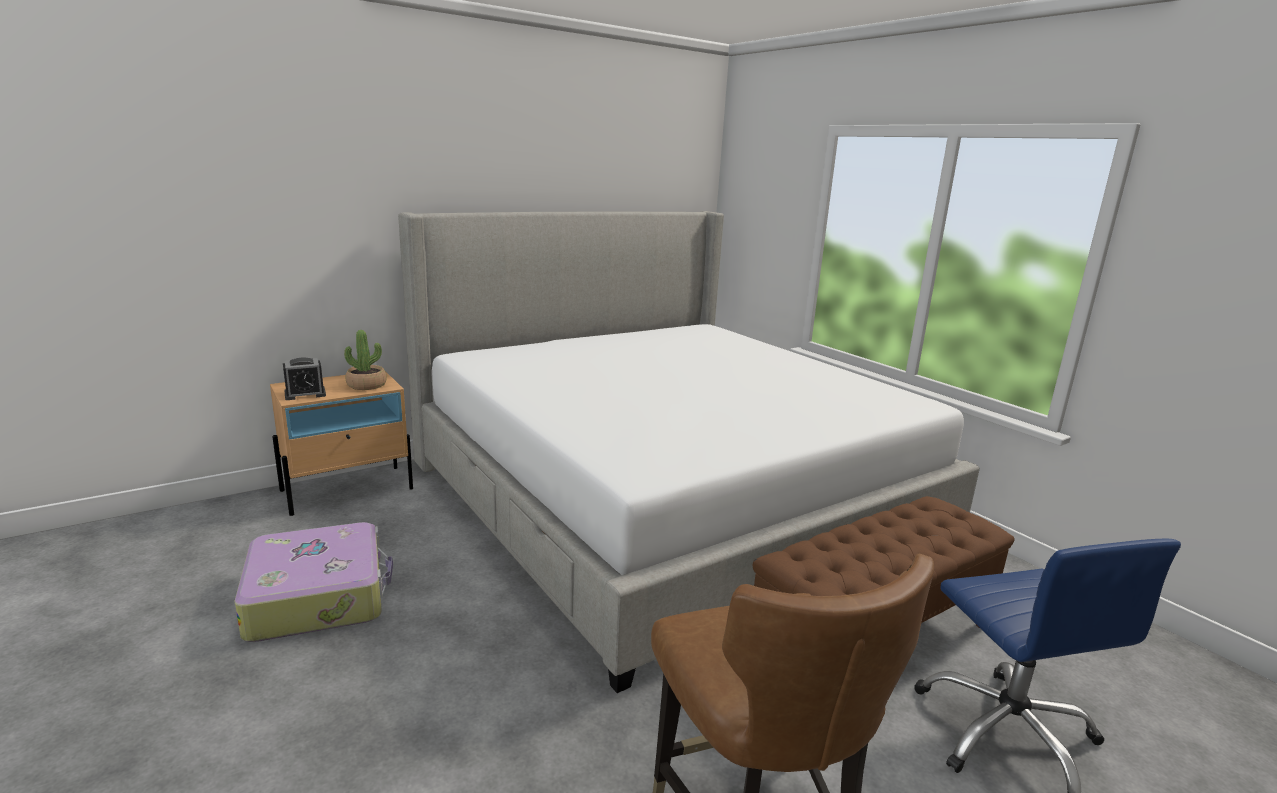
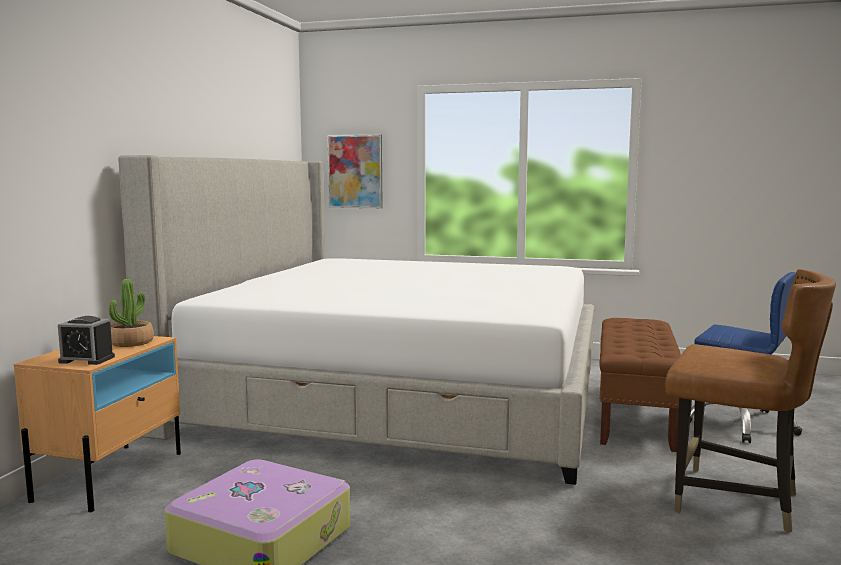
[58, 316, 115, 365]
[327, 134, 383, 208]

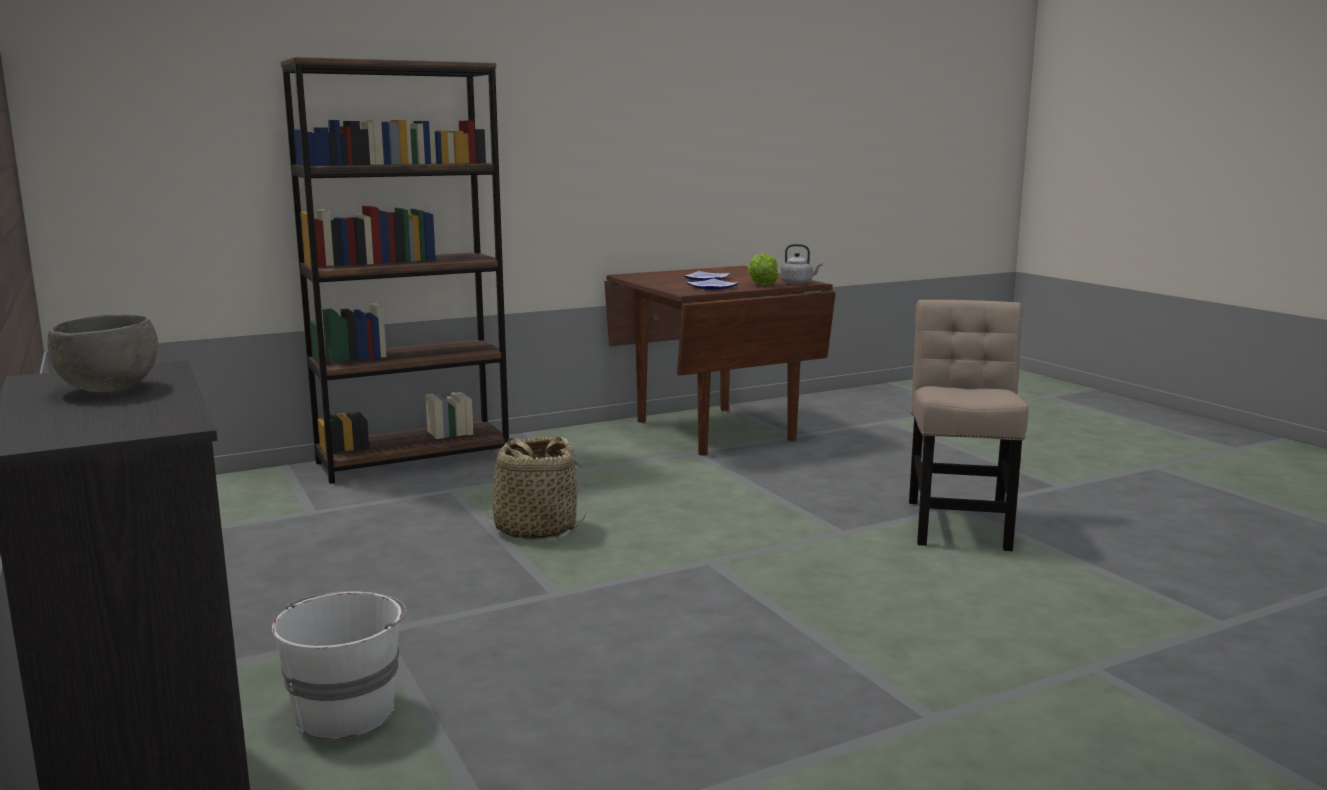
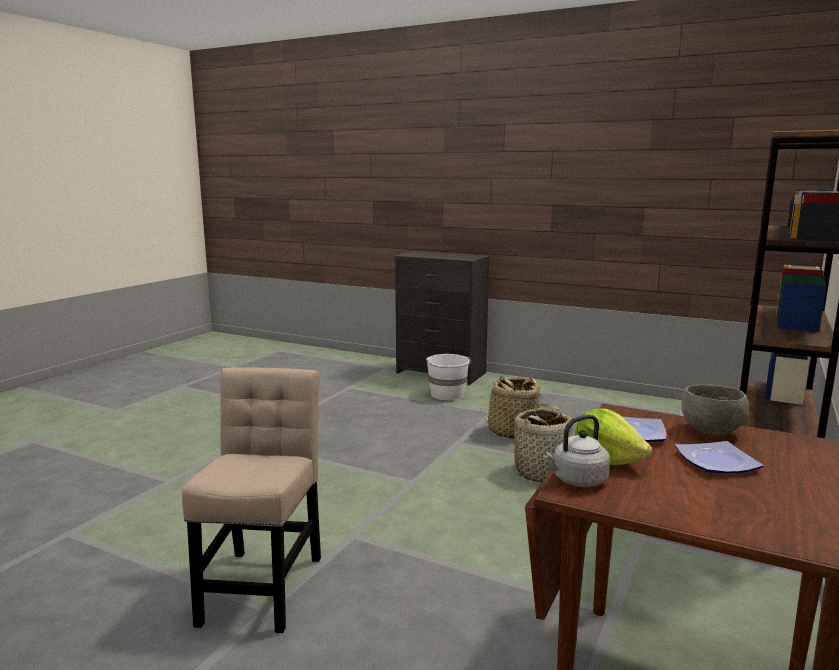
[182, 367, 321, 633]
[681, 384, 749, 435]
[480, 376, 542, 439]

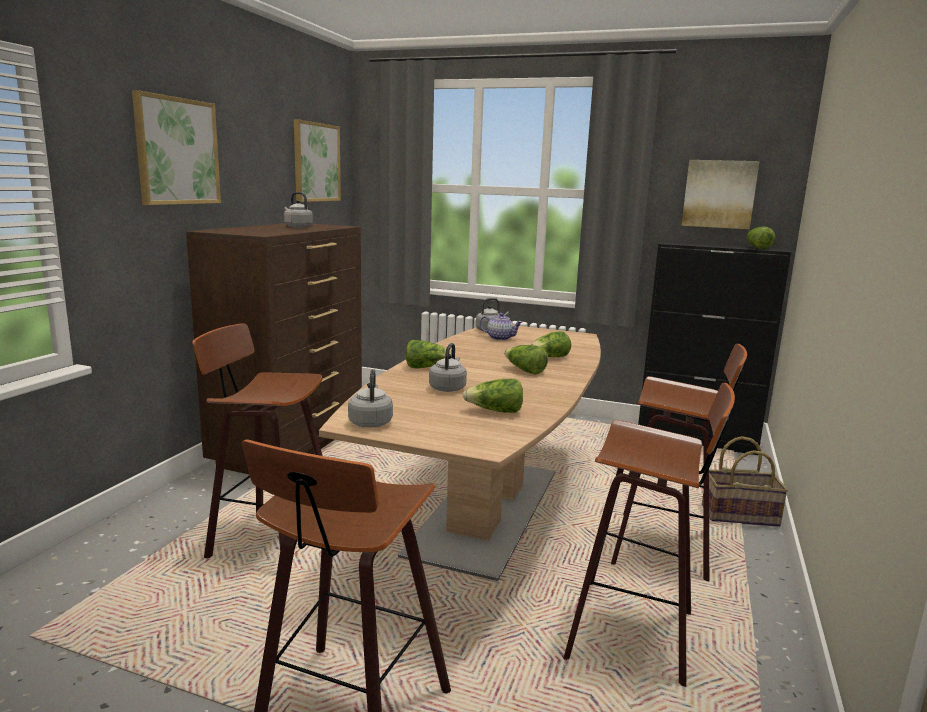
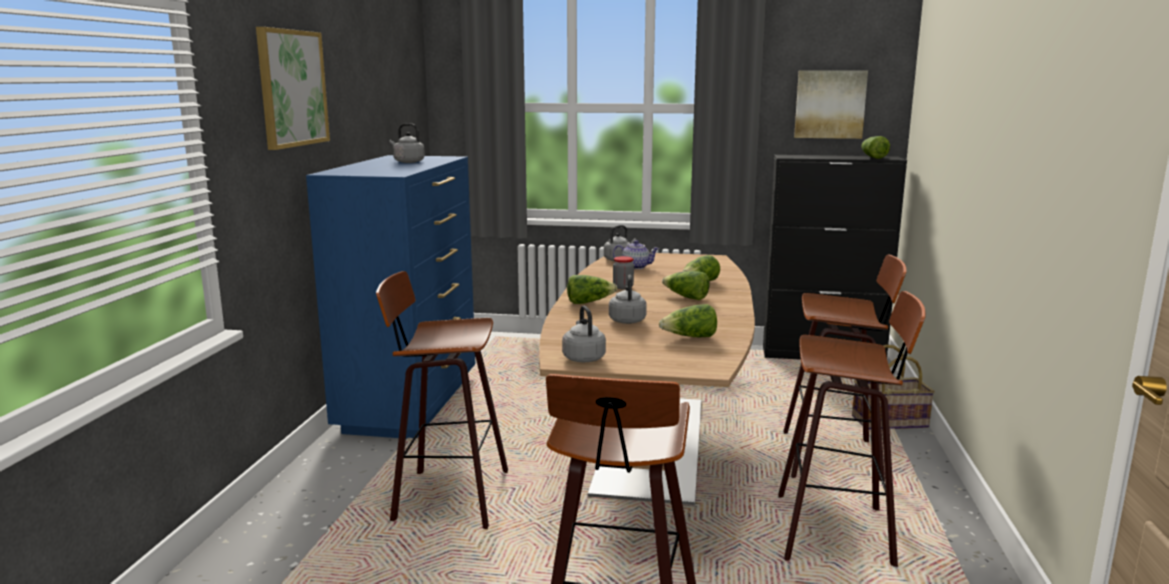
[294, 120, 341, 202] (first image)
[306, 155, 475, 439]
[613, 256, 634, 289]

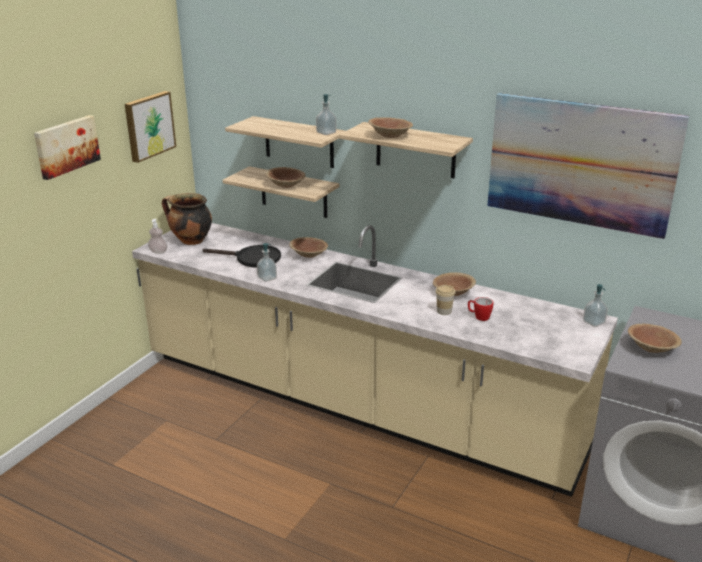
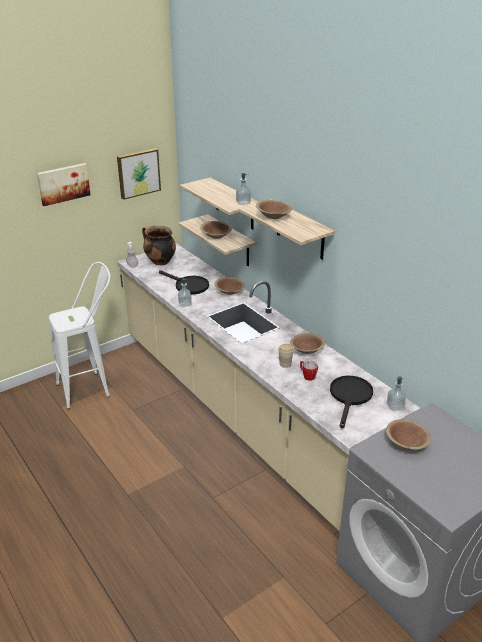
[487, 93, 689, 239] (first image)
[49, 262, 110, 410]
[330, 375, 373, 428]

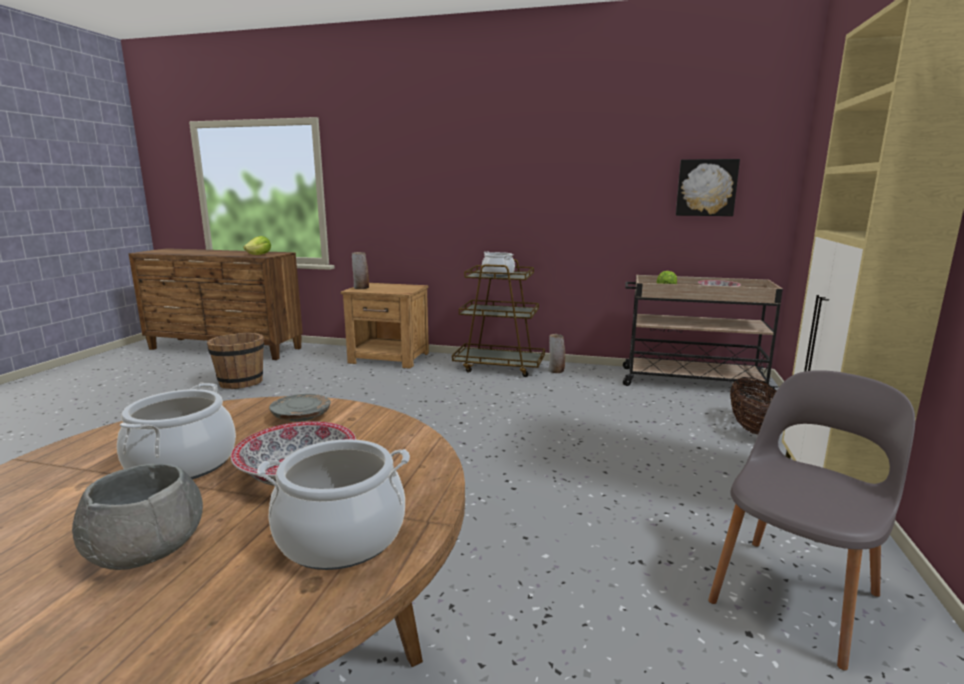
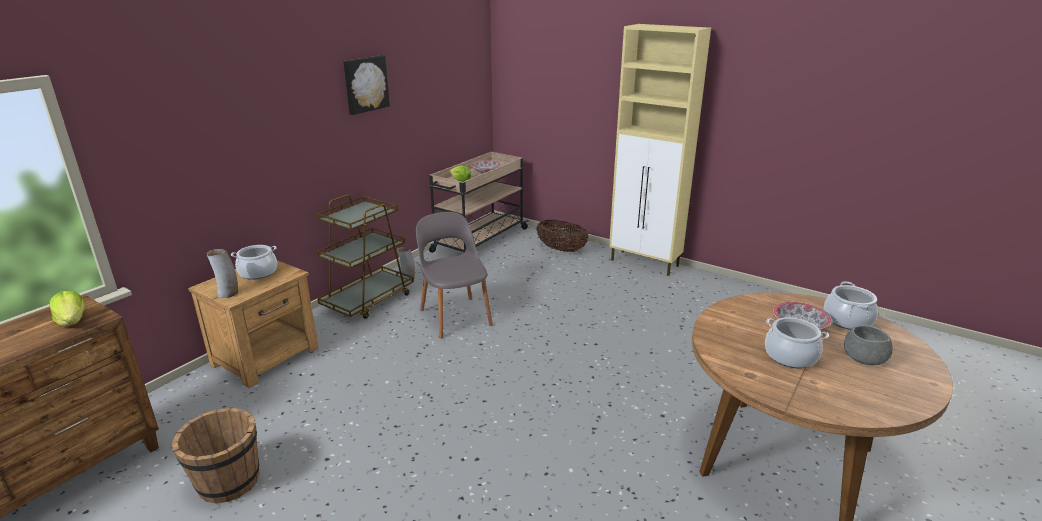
[343, 55, 390, 115]
[231, 245, 277, 280]
[416, 212, 493, 338]
[269, 394, 331, 422] (first image)

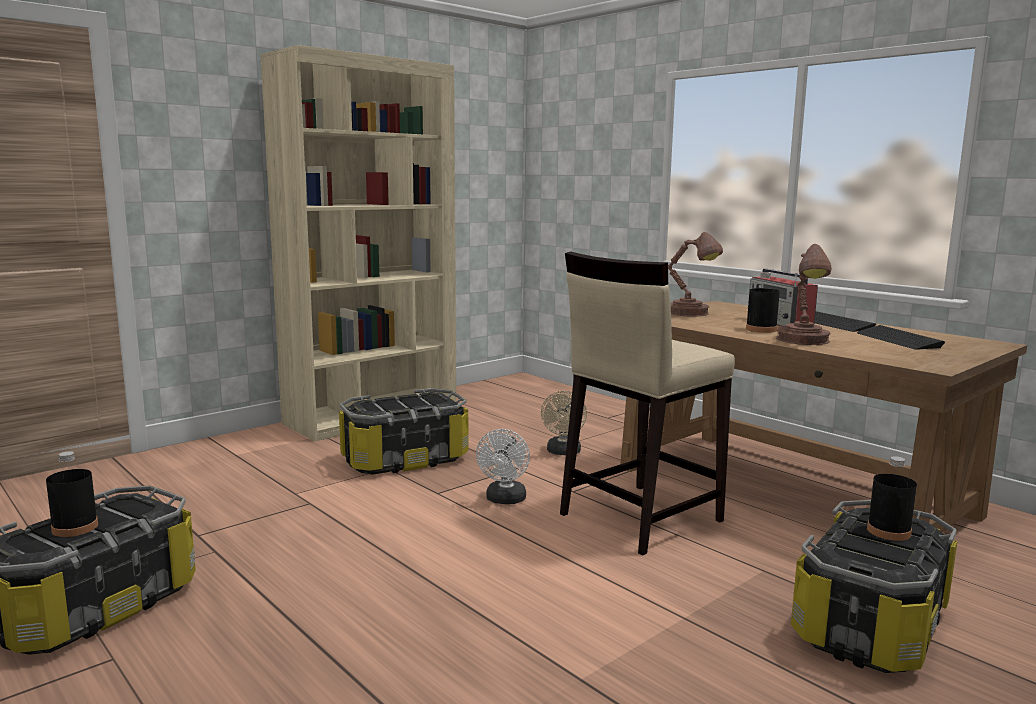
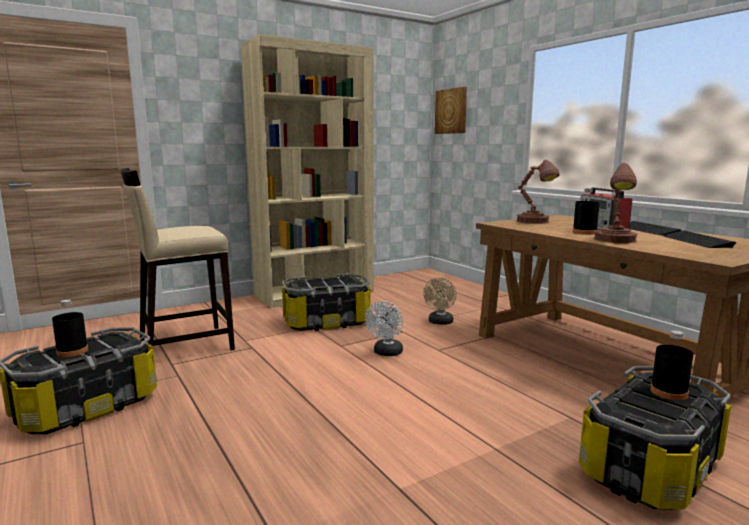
[121, 168, 235, 351]
[435, 87, 467, 134]

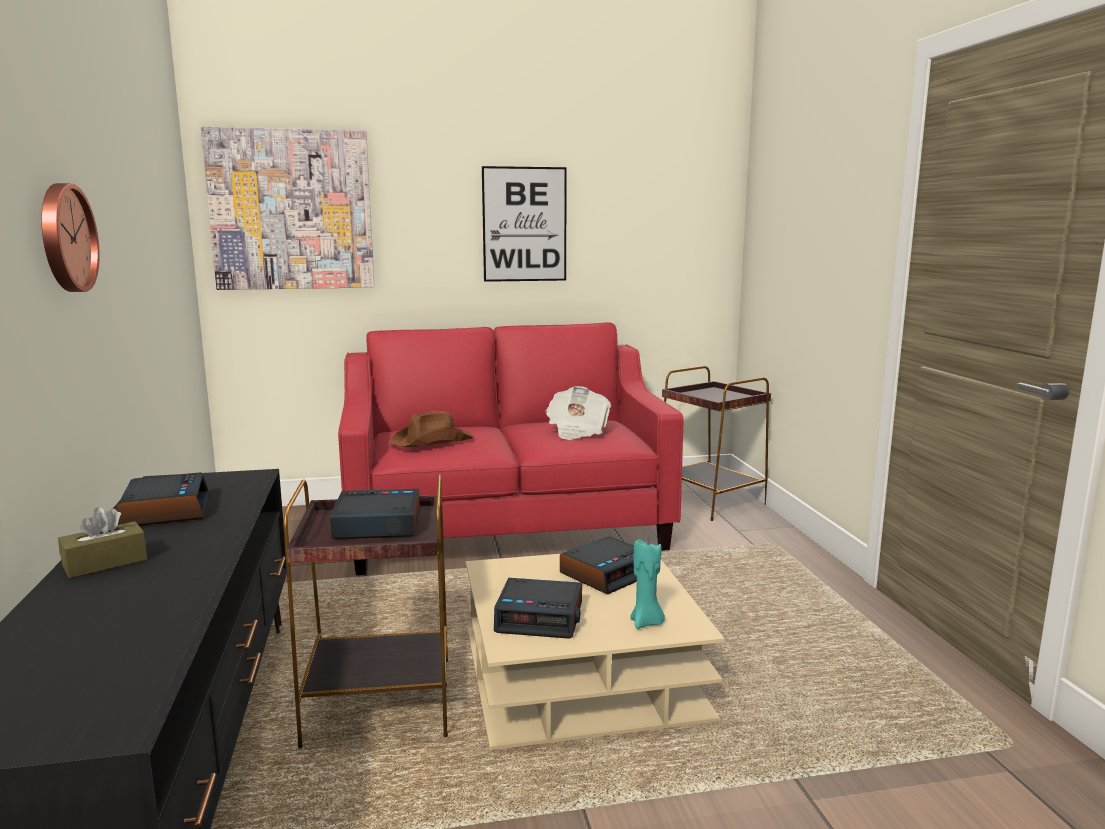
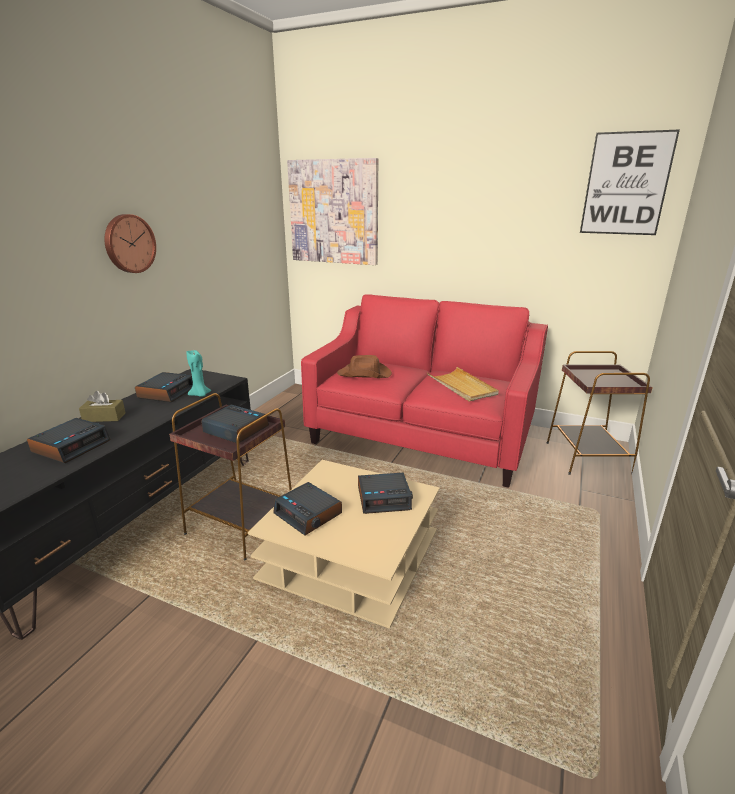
[580, 129, 680, 235]
[427, 367, 499, 402]
[186, 350, 211, 397]
[27, 418, 110, 463]

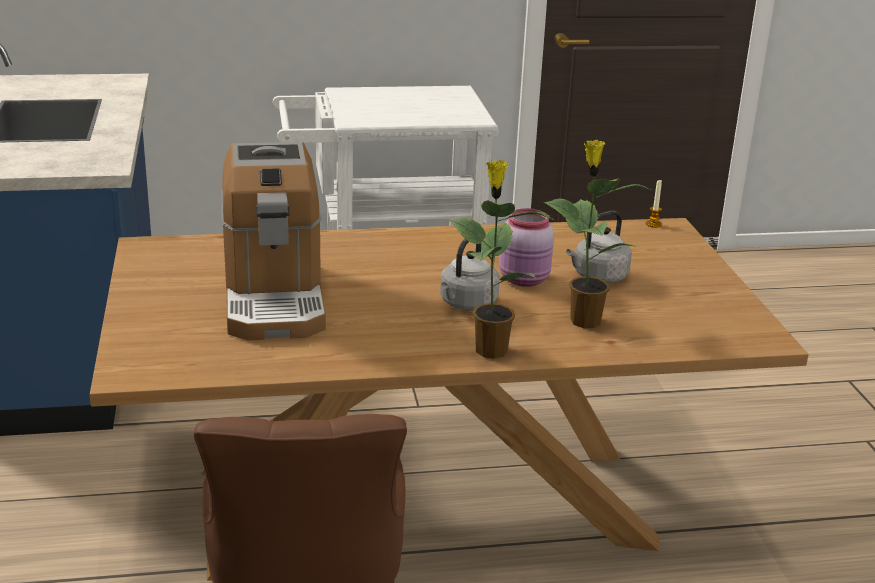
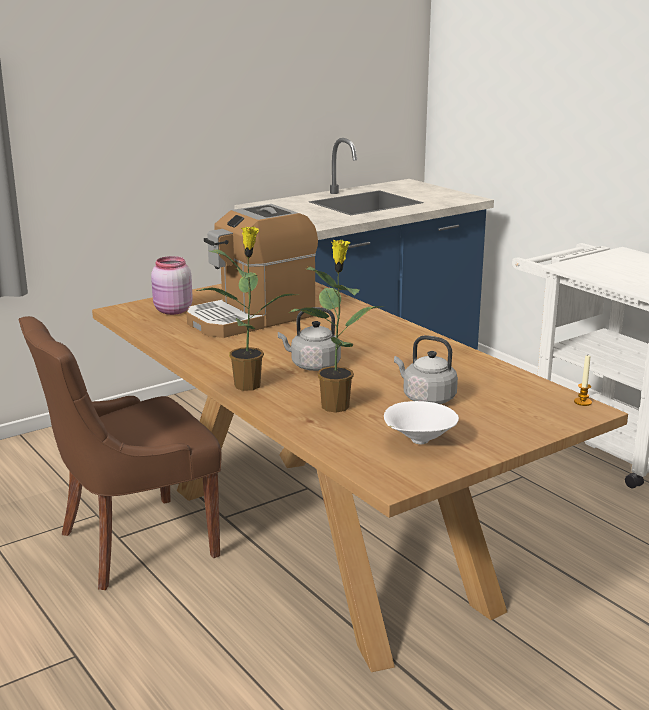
[151, 256, 193, 315]
[384, 401, 459, 444]

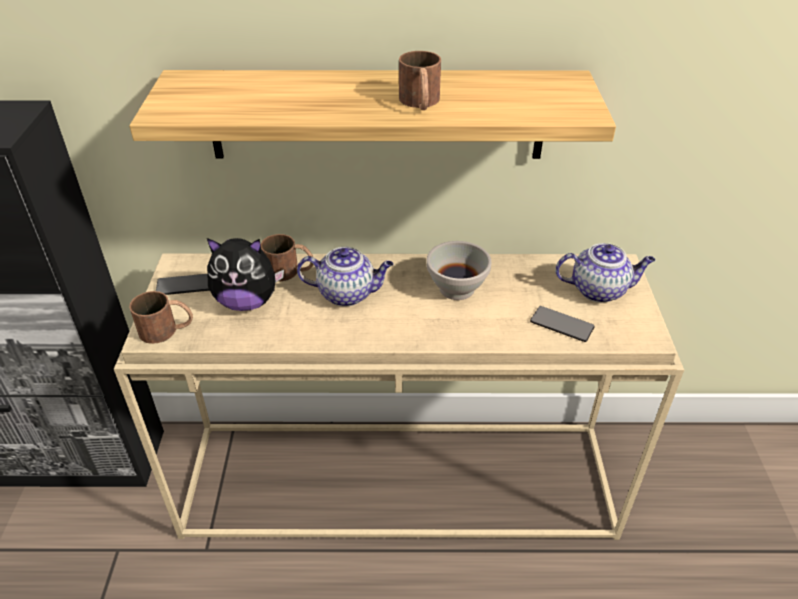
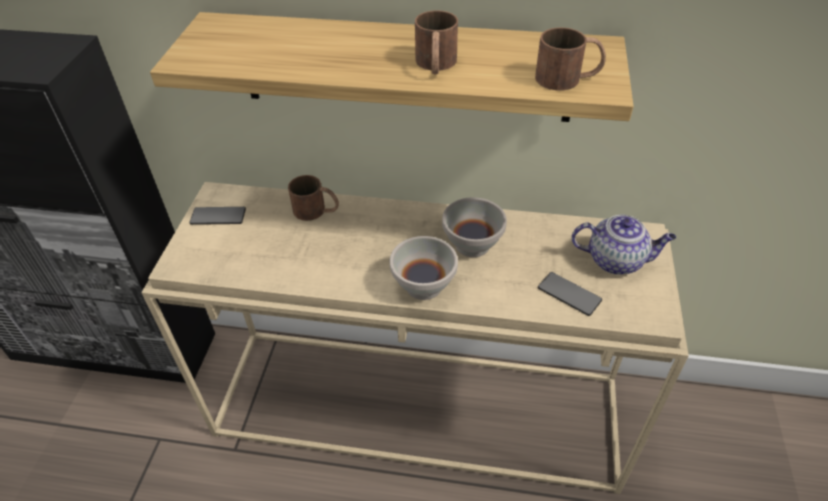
[207, 238, 284, 311] (first image)
[297, 247, 393, 306] (first image)
[535, 27, 606, 90]
[390, 236, 458, 300]

